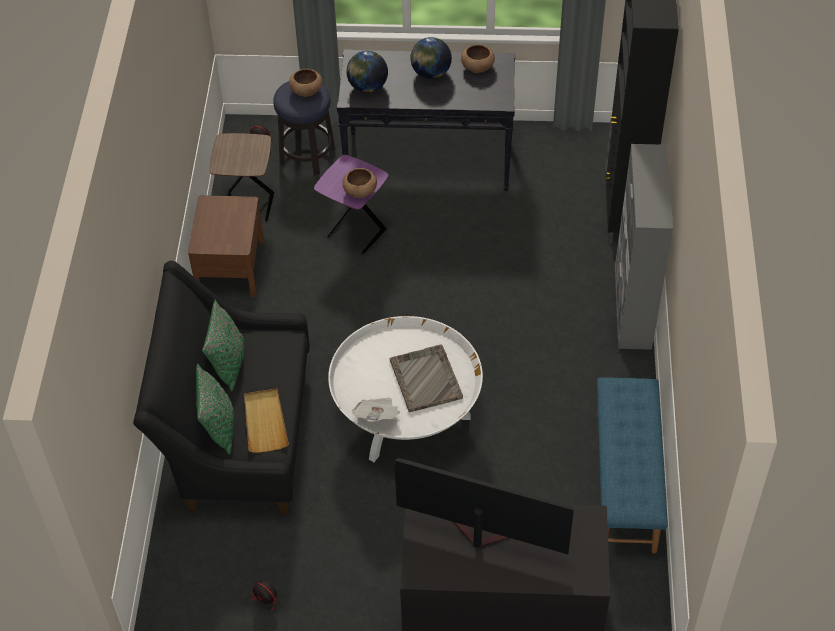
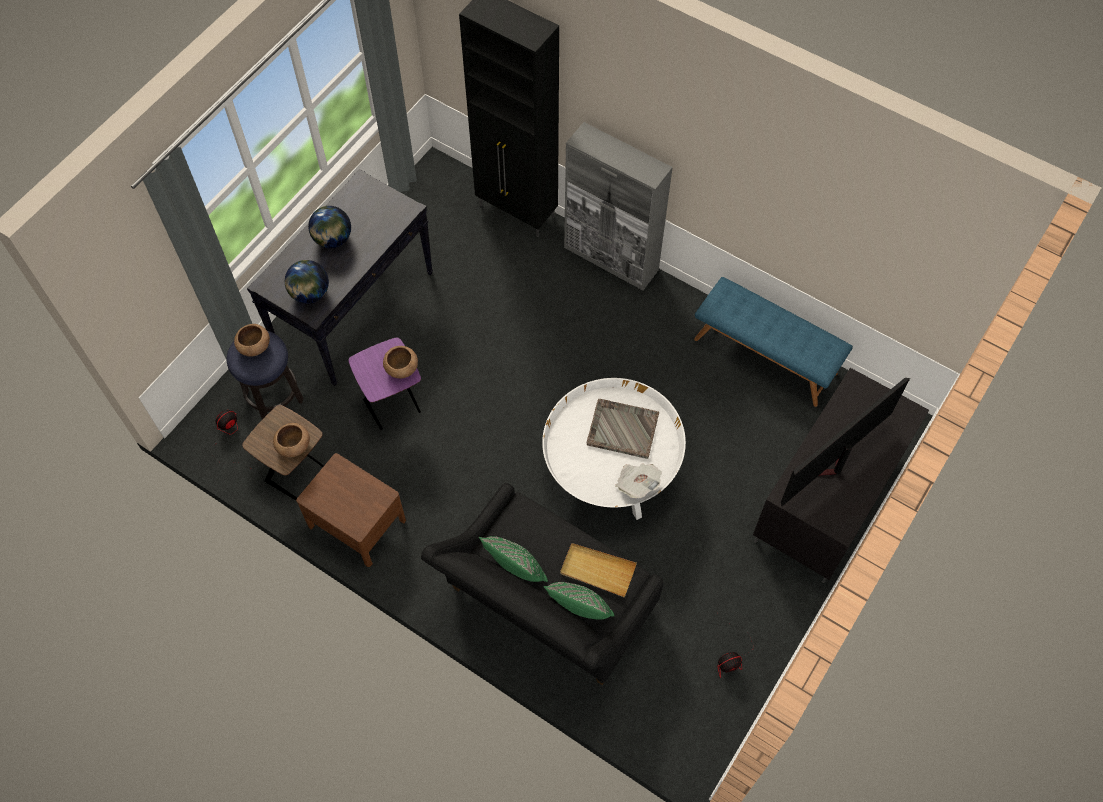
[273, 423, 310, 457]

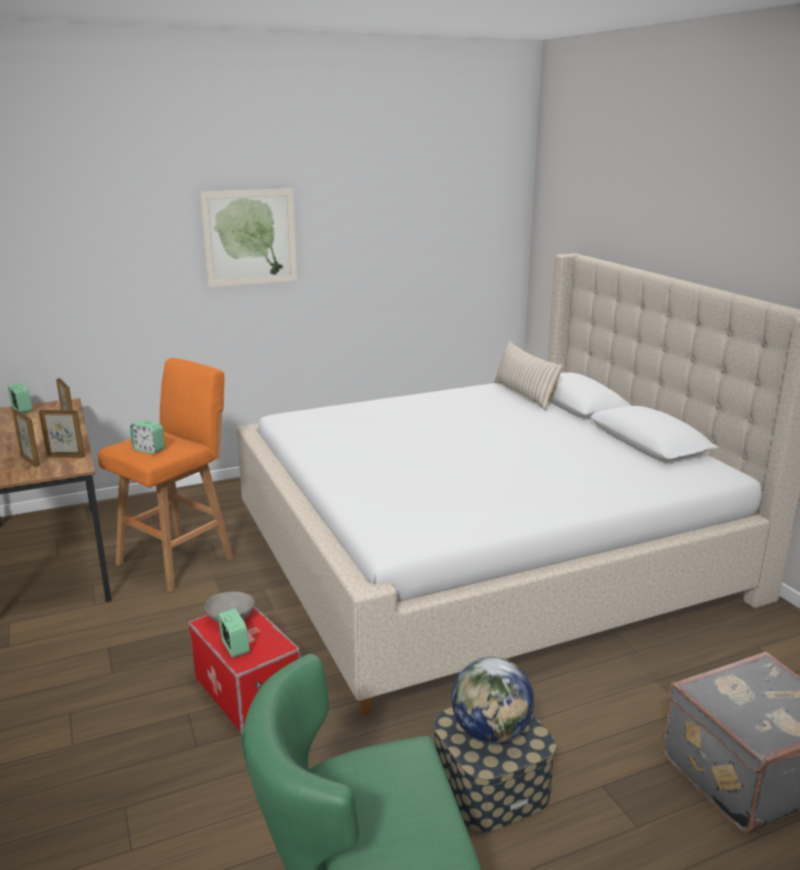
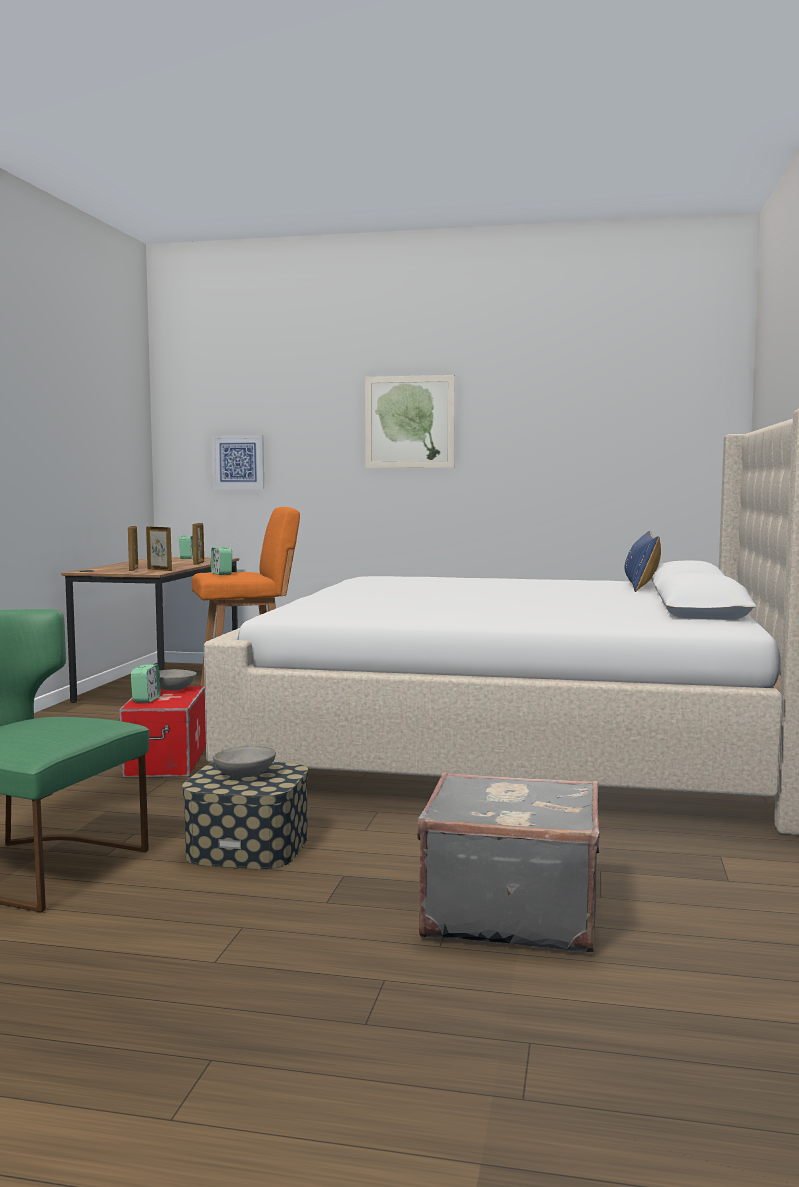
[624, 530, 661, 592]
[213, 746, 276, 777]
[212, 435, 264, 489]

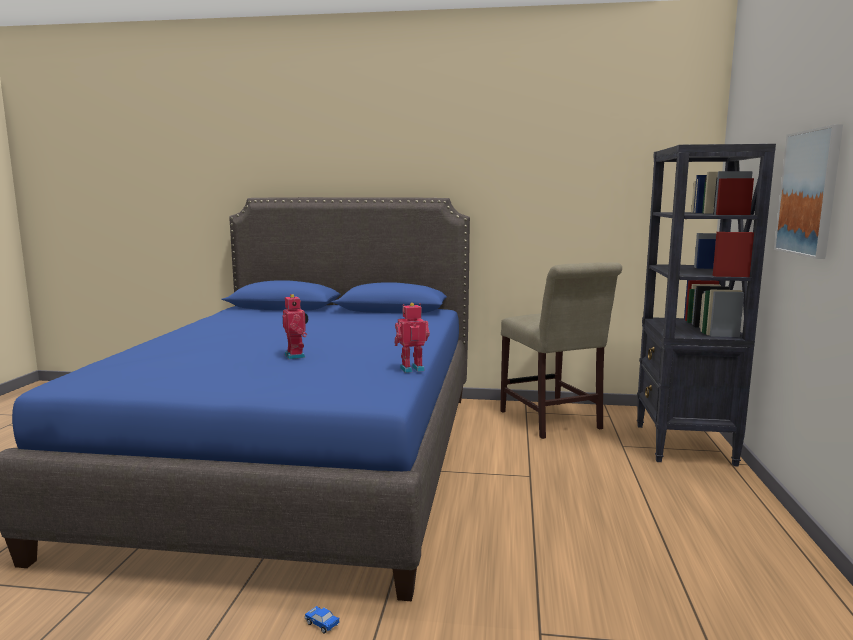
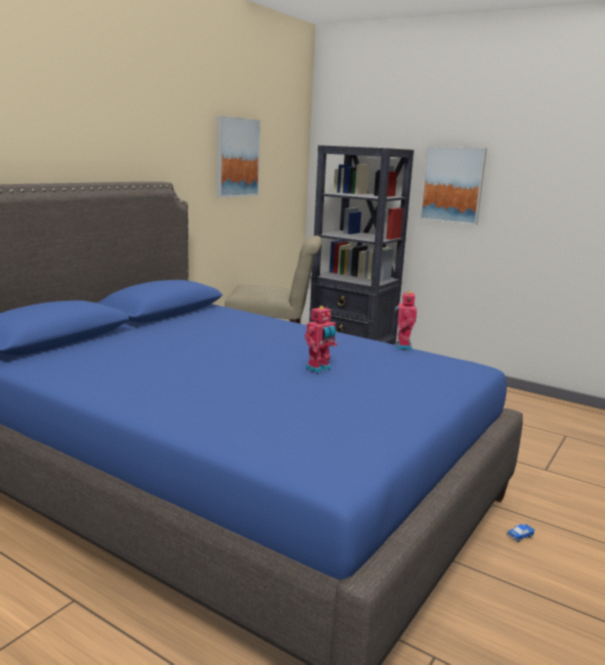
[304, 306, 337, 373]
[217, 116, 261, 198]

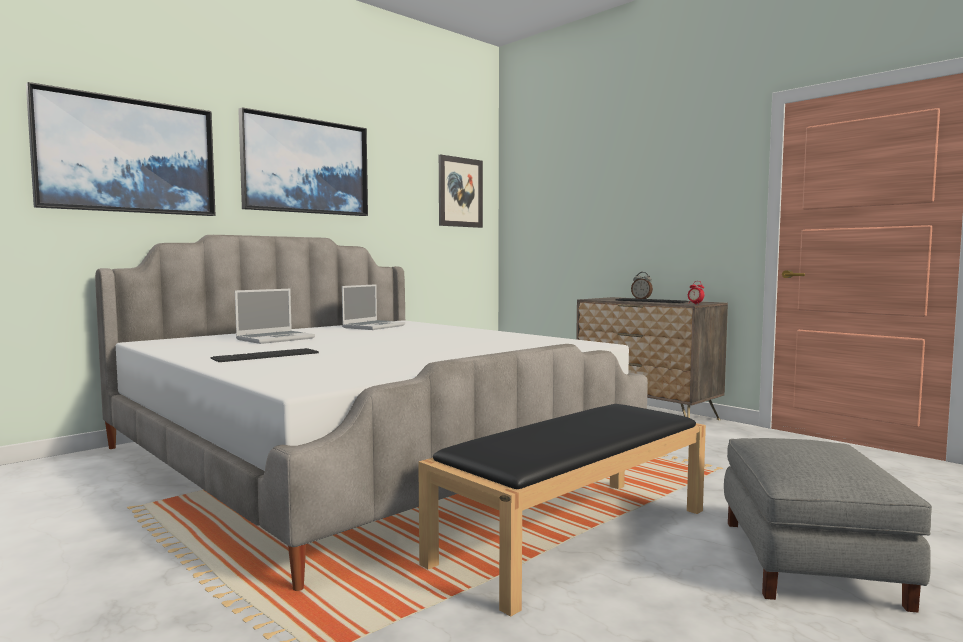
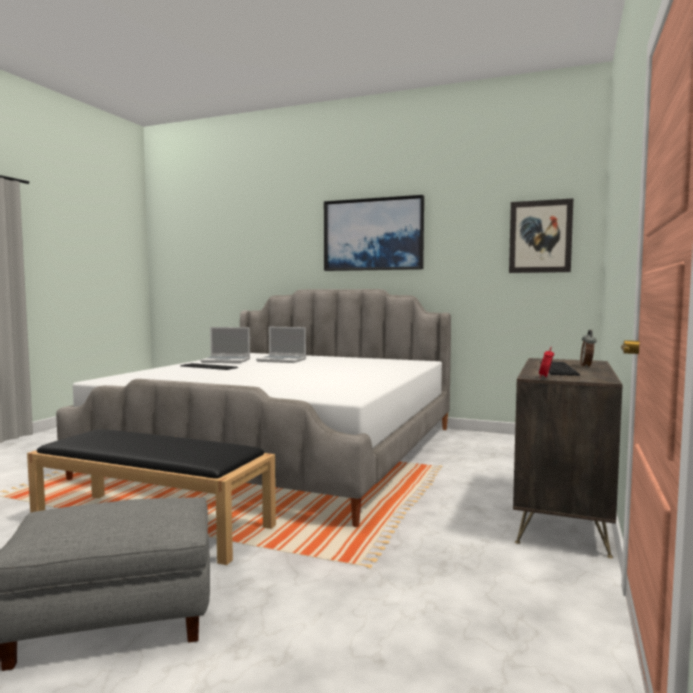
[26, 82, 215, 216] (first image)
[200, 327, 250, 363]

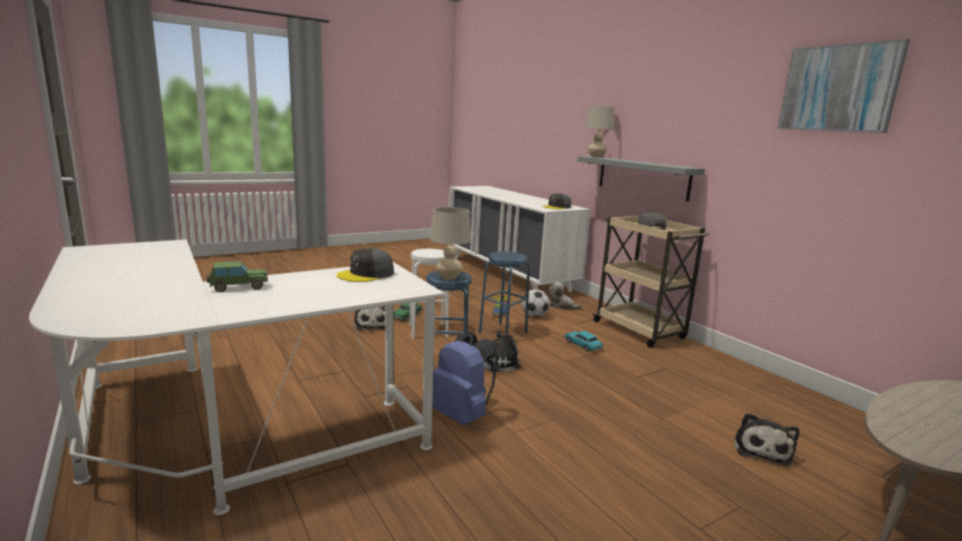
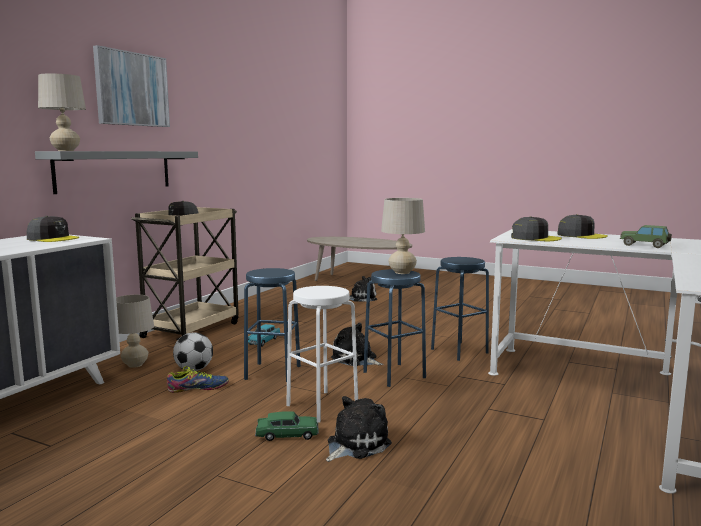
[93, 45, 170, 127]
[116, 295, 154, 368]
[431, 257, 489, 361]
[557, 214, 608, 239]

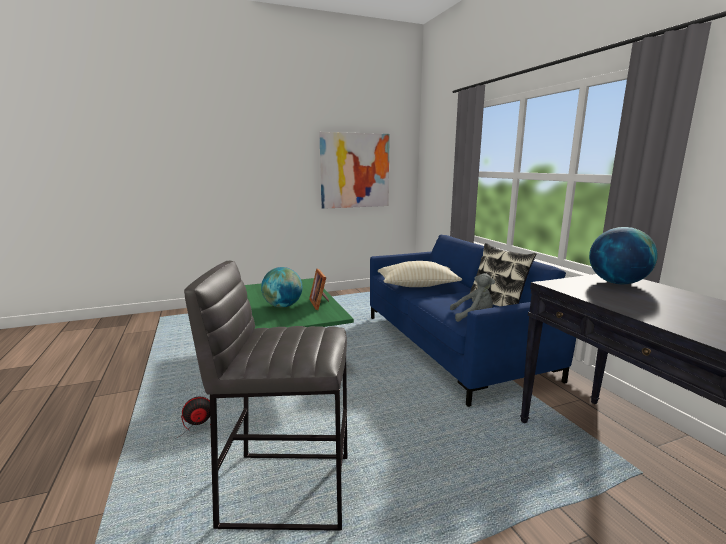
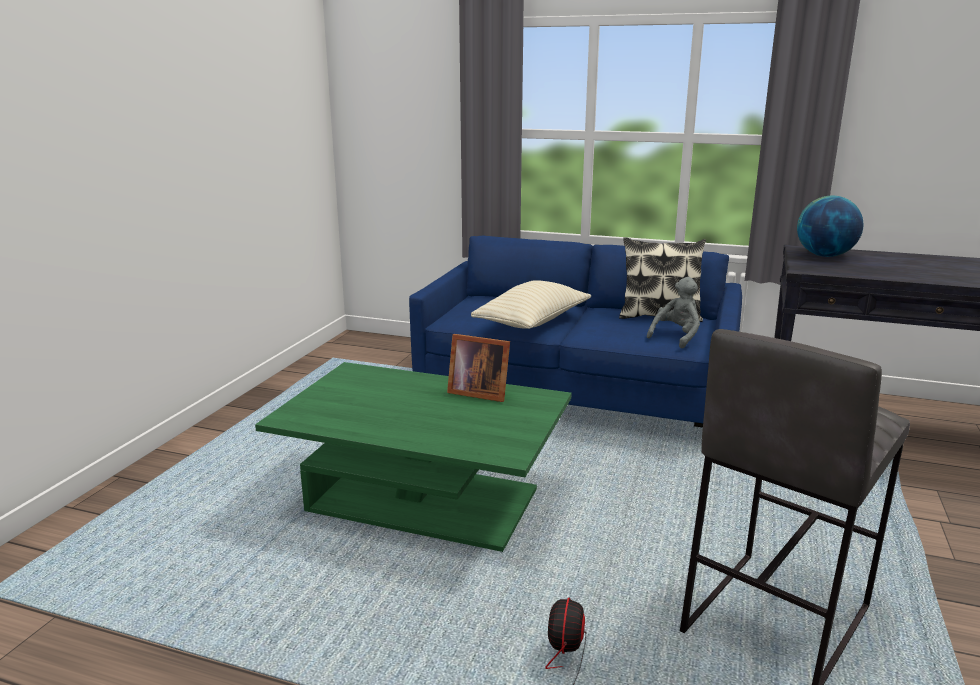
[319, 132, 390, 209] (first image)
[261, 267, 302, 308] (first image)

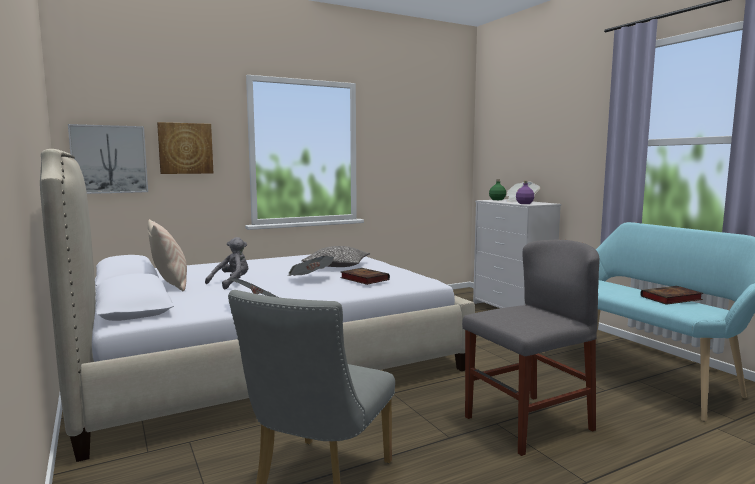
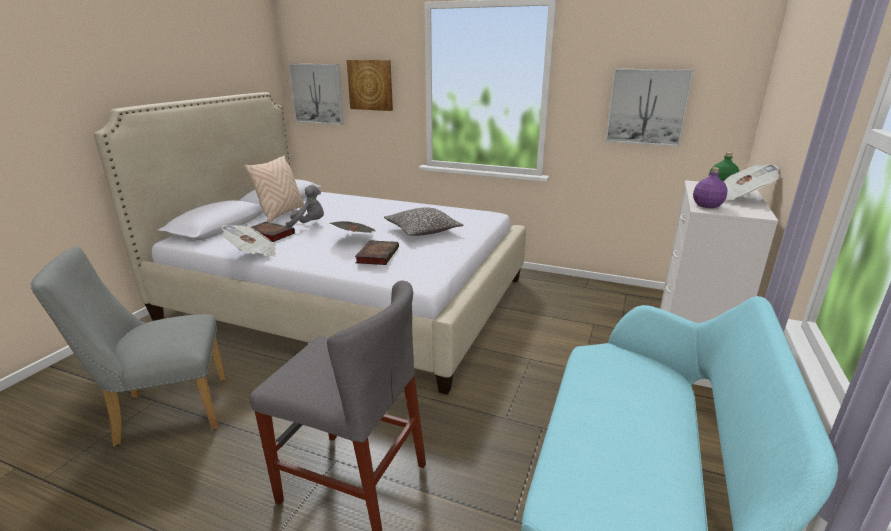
[251, 222, 295, 242]
[605, 69, 694, 146]

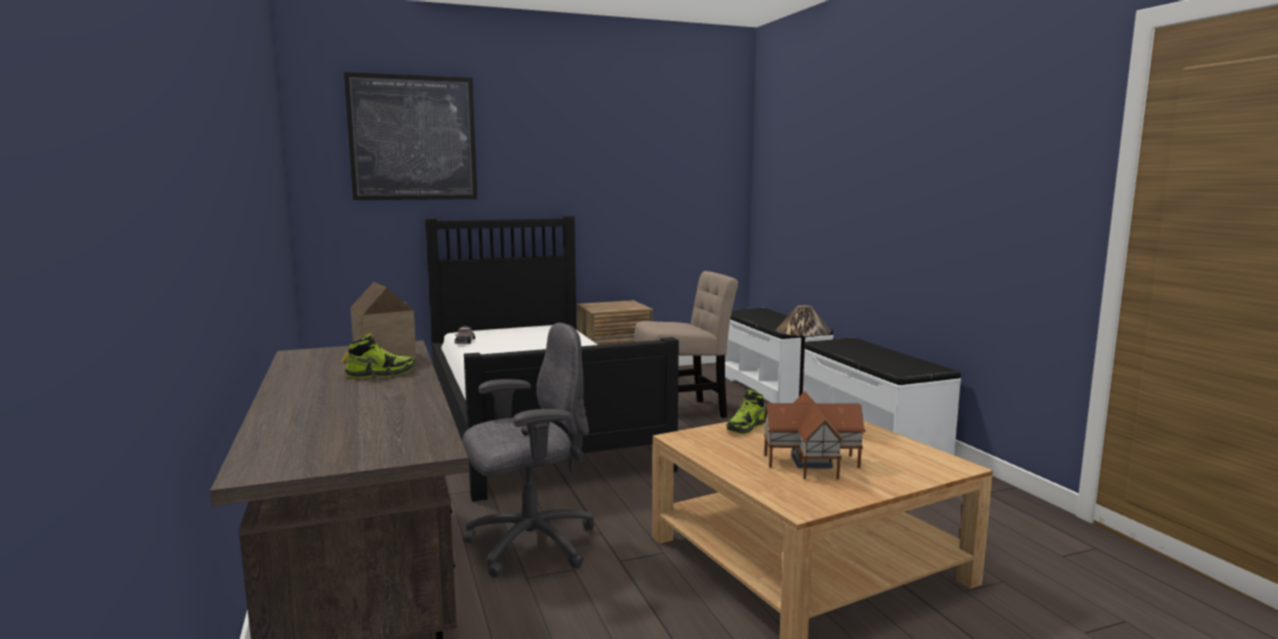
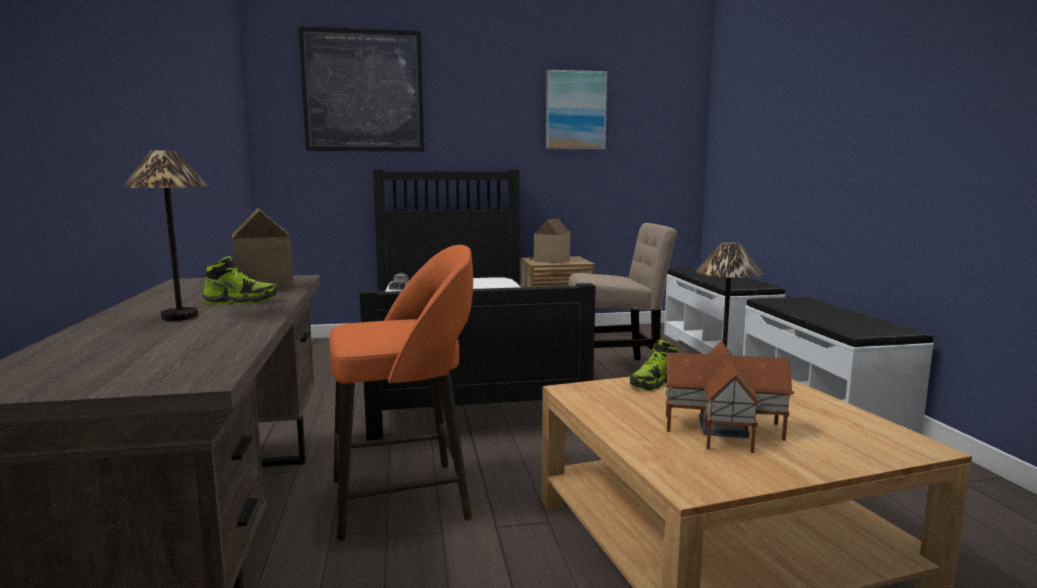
[329, 245, 473, 541]
[546, 70, 607, 149]
[122, 150, 210, 321]
[530, 218, 570, 263]

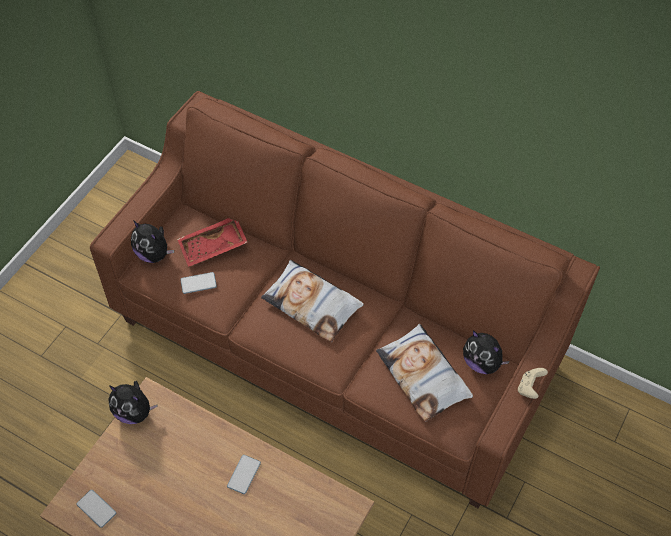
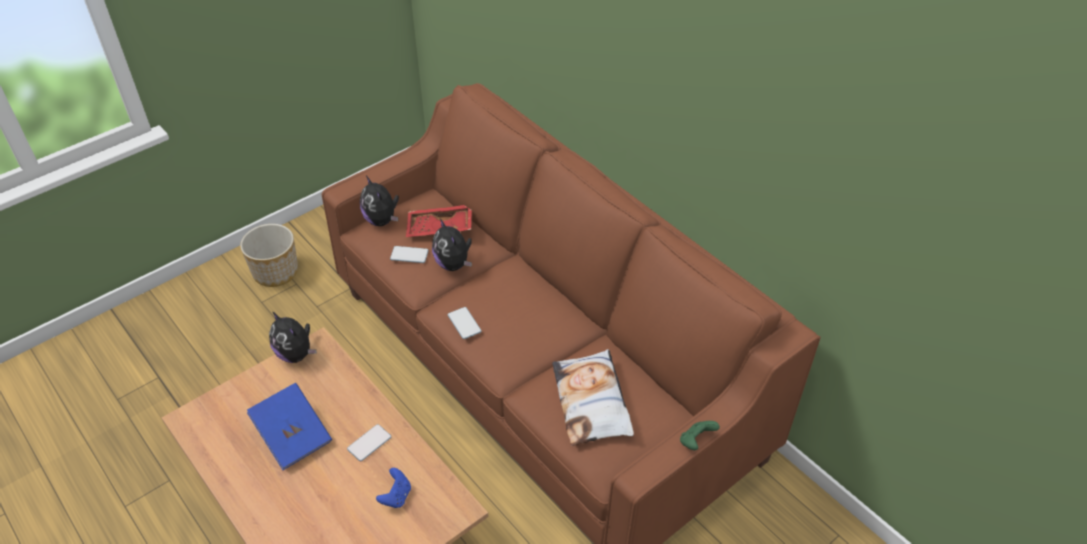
[261, 260, 364, 342] (first image)
[432, 219, 472, 271]
[680, 421, 720, 450]
[448, 307, 482, 339]
[240, 224, 298, 287]
[247, 383, 332, 470]
[376, 468, 411, 508]

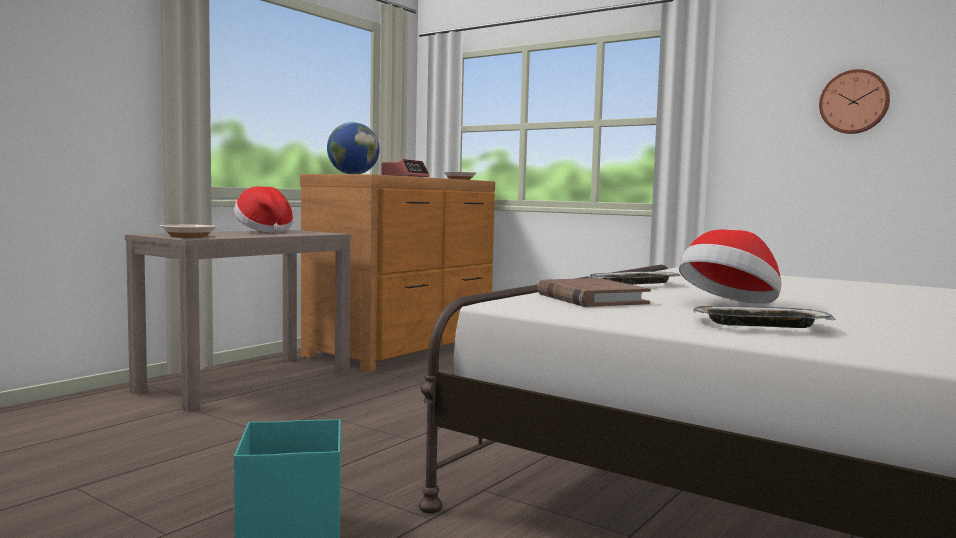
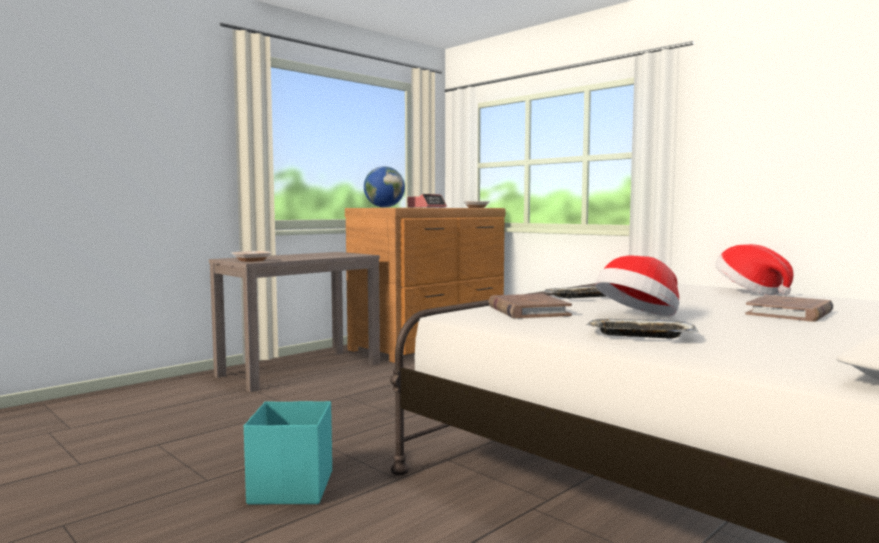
[819, 69, 890, 134] (first image)
[715, 244, 794, 295]
[746, 295, 833, 322]

